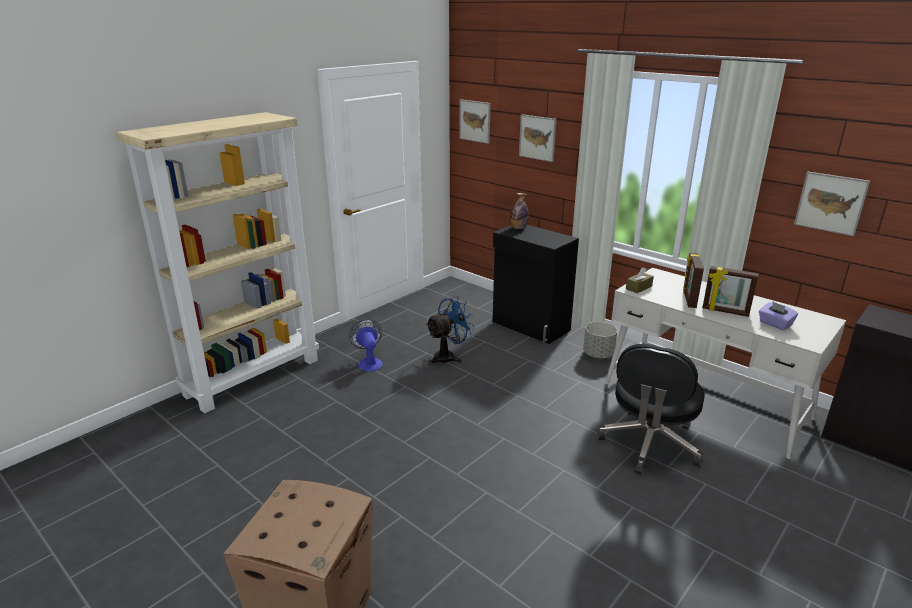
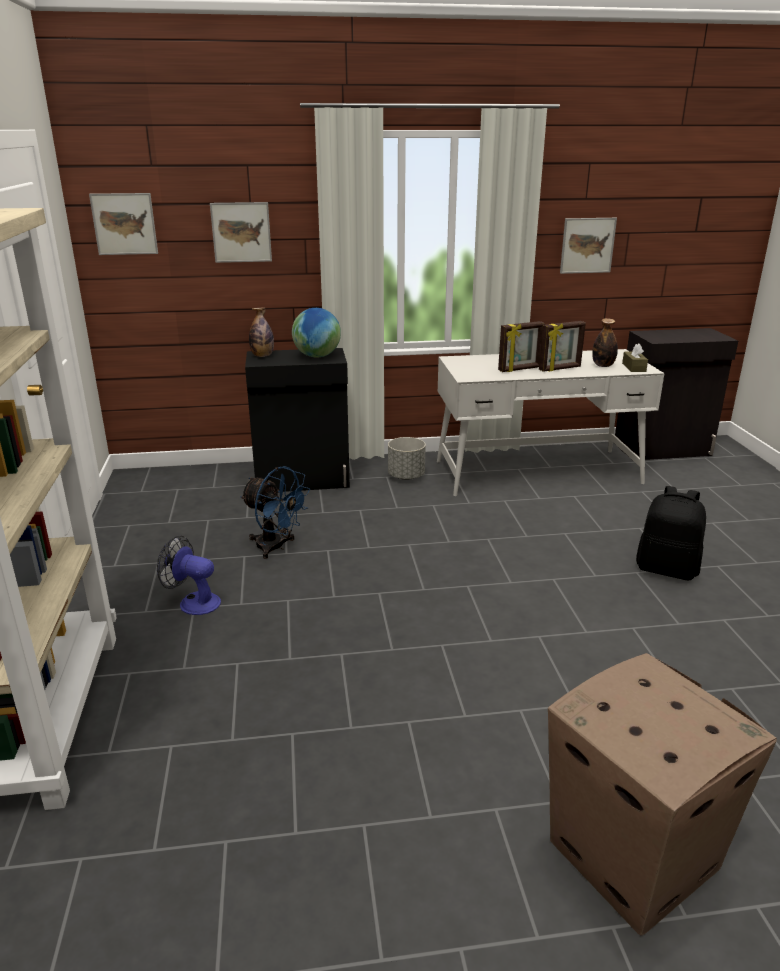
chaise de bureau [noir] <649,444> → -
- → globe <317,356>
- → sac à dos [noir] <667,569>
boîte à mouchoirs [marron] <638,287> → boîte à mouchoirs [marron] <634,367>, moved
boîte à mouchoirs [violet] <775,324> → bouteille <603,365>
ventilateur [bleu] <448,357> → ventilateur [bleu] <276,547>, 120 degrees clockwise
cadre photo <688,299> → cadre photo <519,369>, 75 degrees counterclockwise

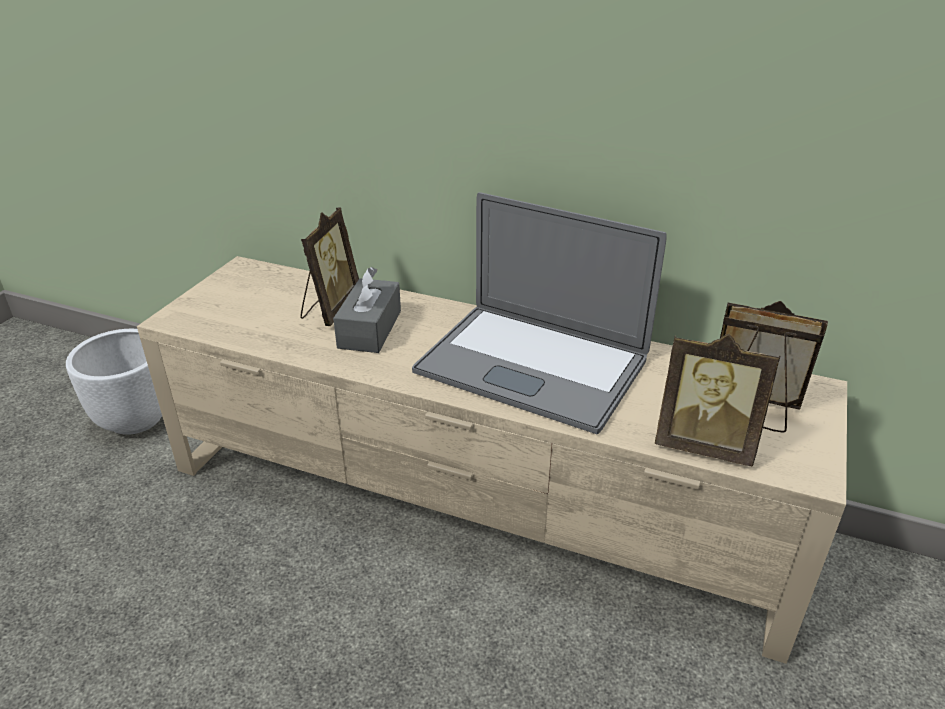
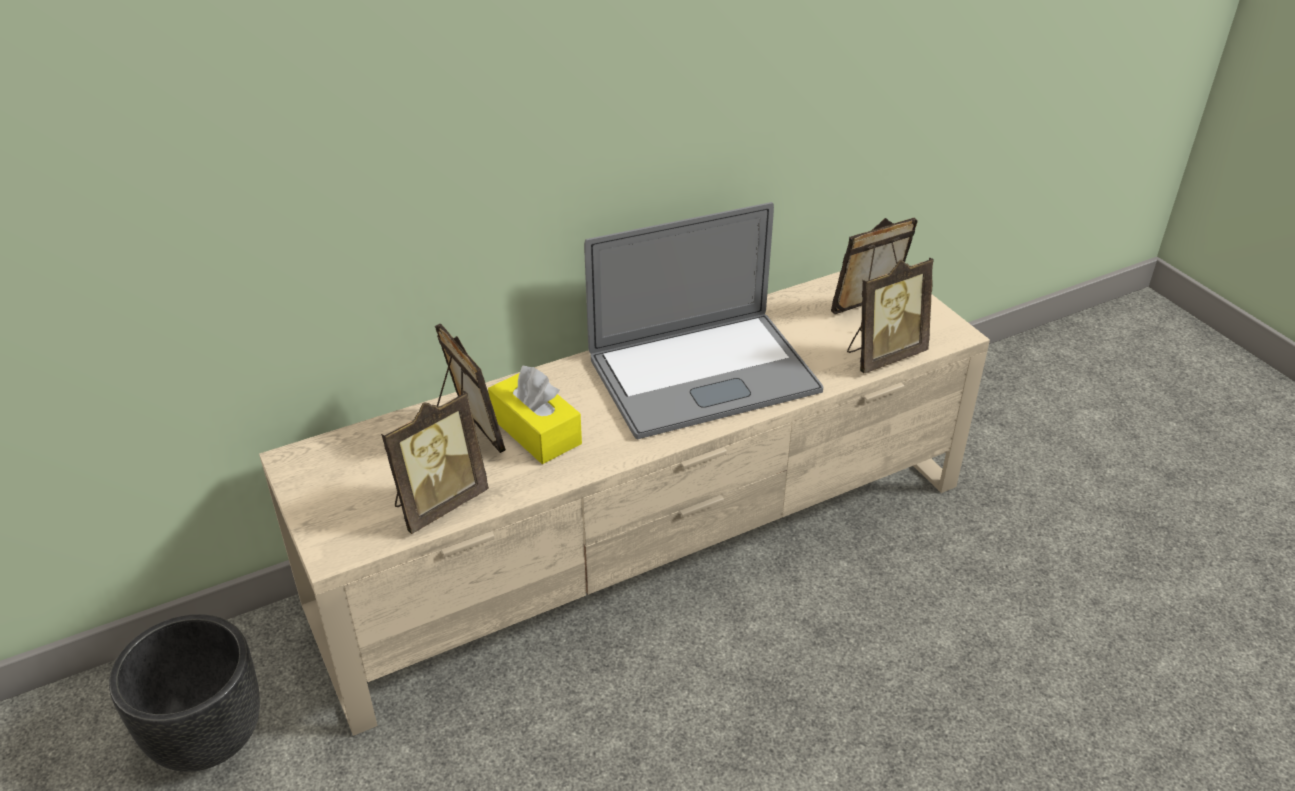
- → cadre photo <438,503>
cache-pot [blanc] <136,418> → cache-pot [noir] <207,736>
boîte à mouchoirs [gris] <370,329> → boîte à mouchoirs [jaune] <536,431>

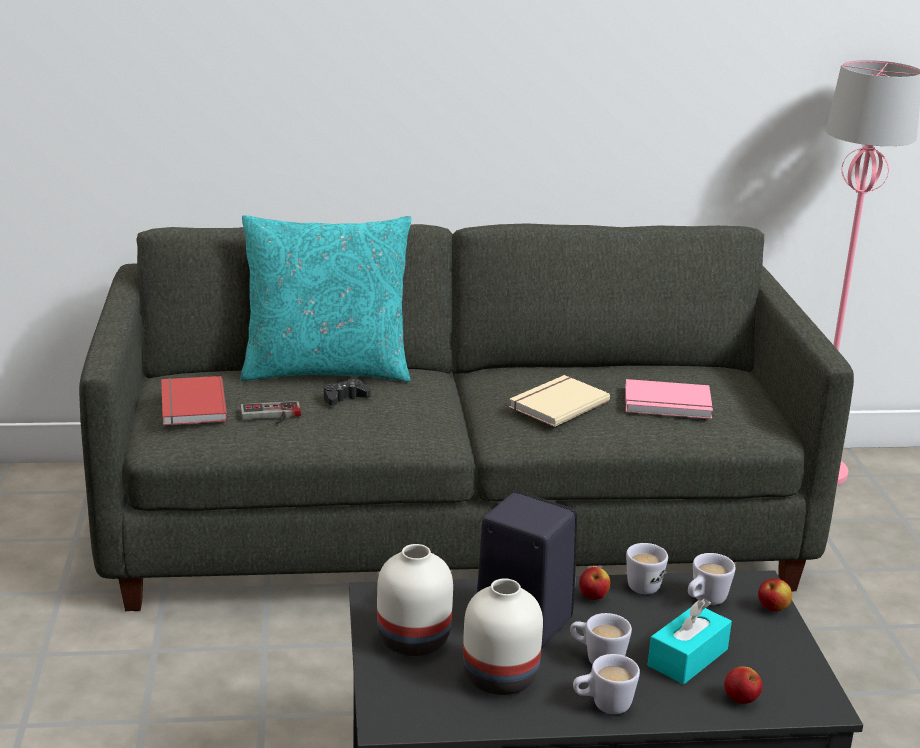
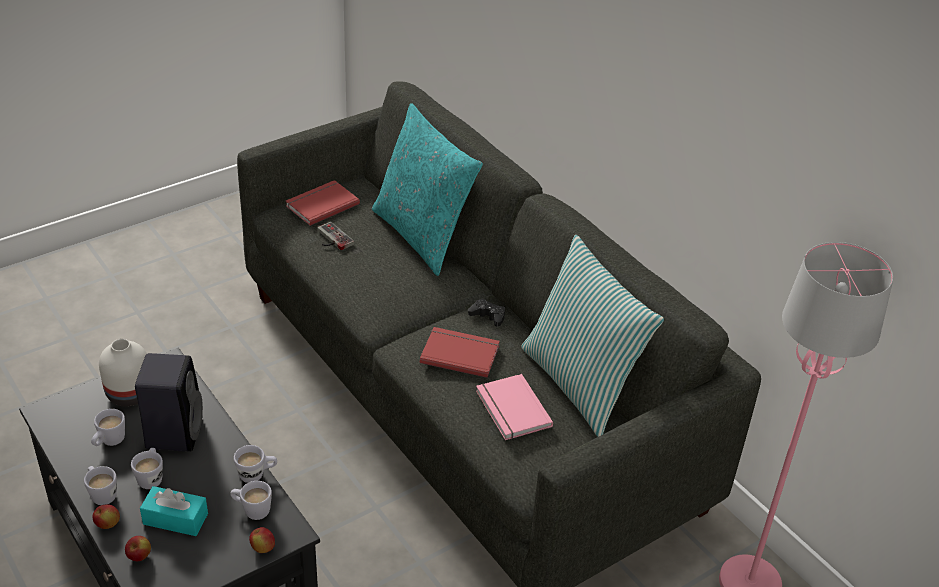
- → coussin <580,384>
manette [noir] <345,398> → manette [noir] <488,316>, moved
pomme <593,597> → pomme <108,524>, moved
vase [blanc] <502,678> → mug [blanc] <109,442>
livre [beige] <556,403> → livre [rouge] <460,353>

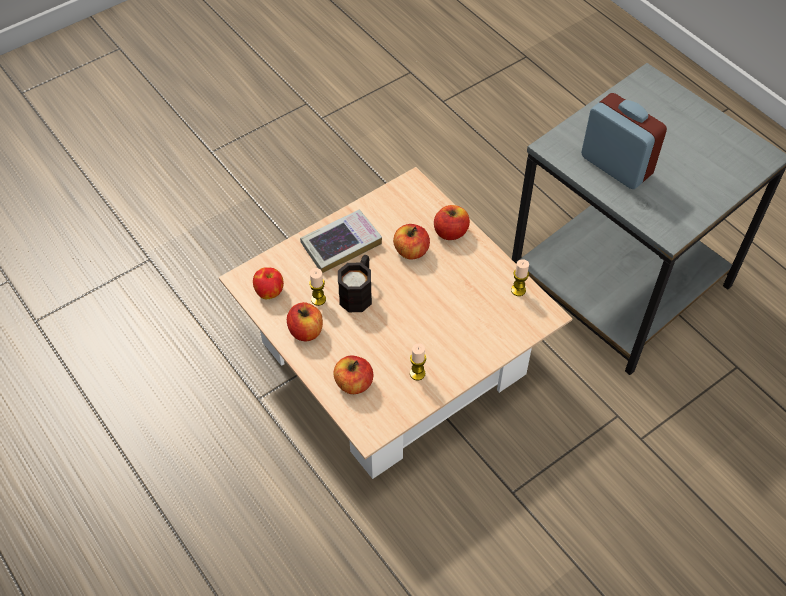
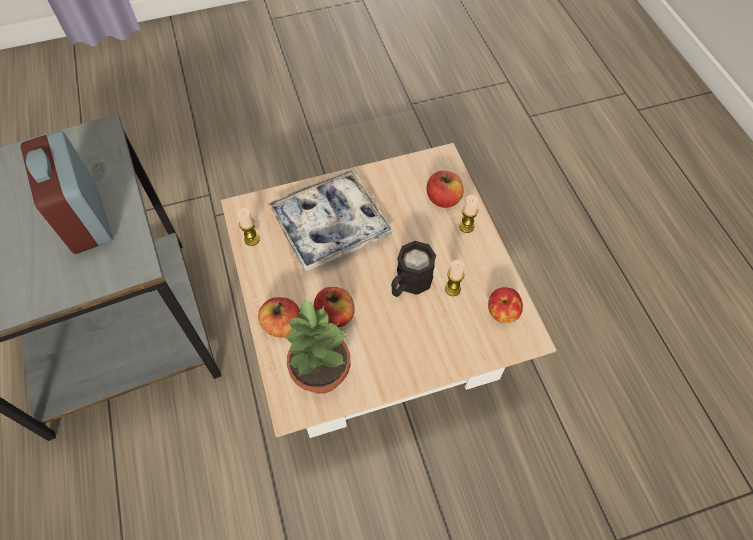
pomme <306,331> → -
livre <341,244> → -
- → plateau <330,226>
- → plante en pot <320,372>
bougie <417,373> → bougie <466,226>, moved

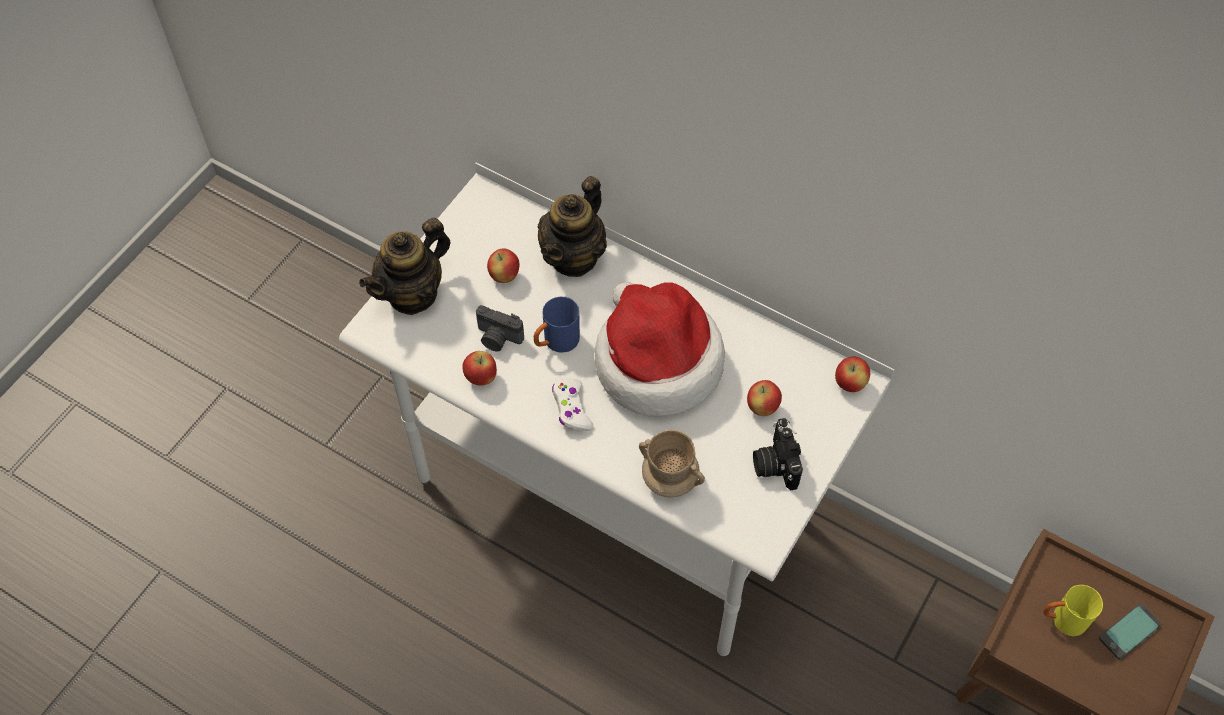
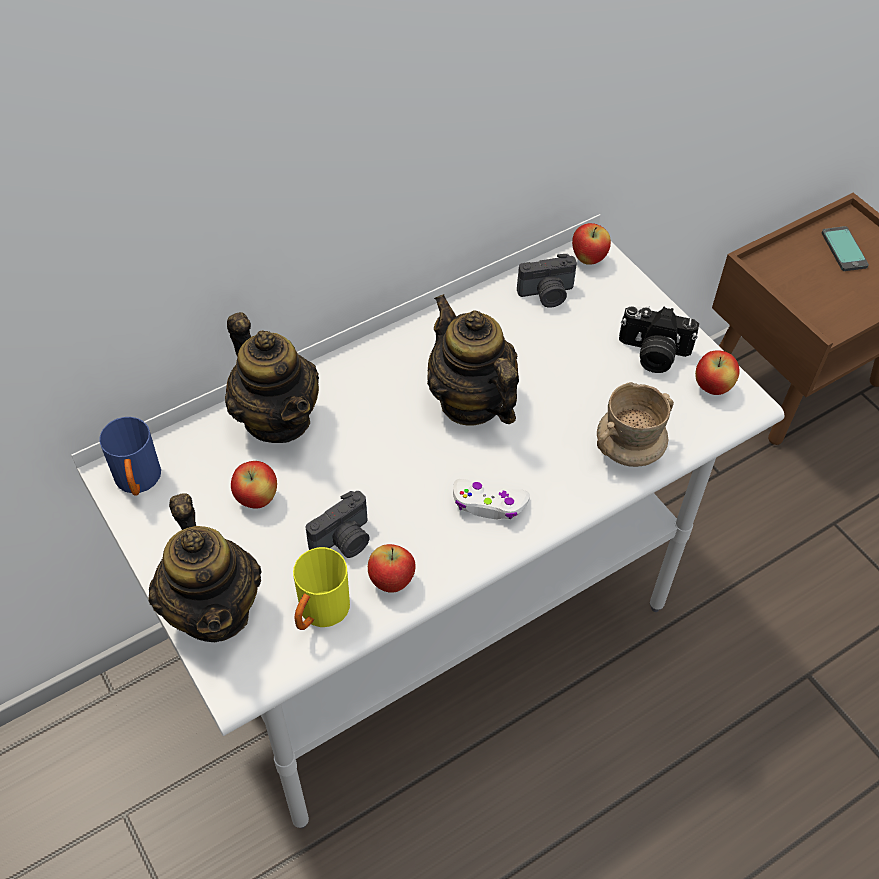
- → appareil photo <547,295>
mug [bleu] <556,342> → mug [bleu] <138,483>, moved
pomme <762,408> → pomme <712,387>, moved
mug [jaune] <1062,620> → mug [jaune] <319,614>, moved
chapeau <655,362> → théière <470,401>

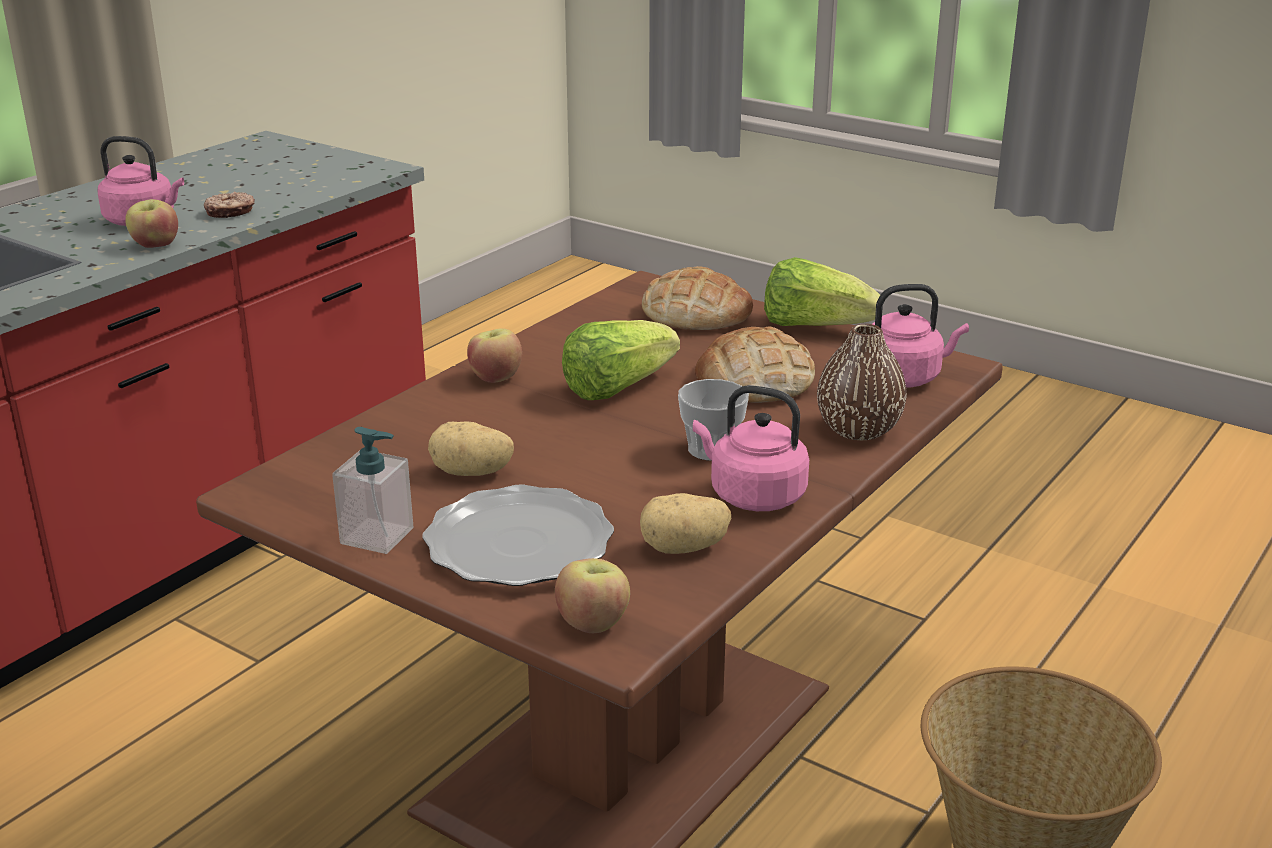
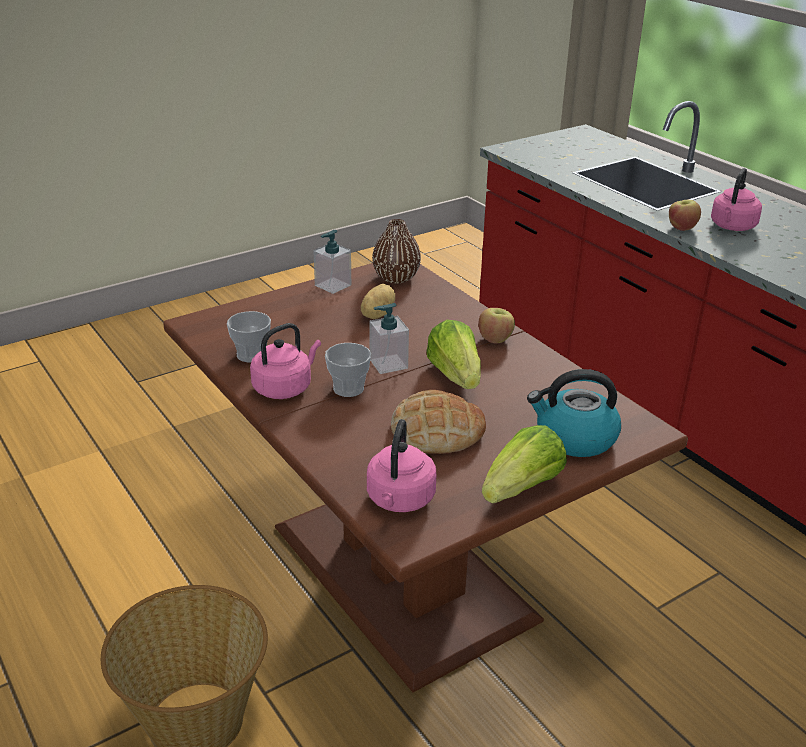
beignet <230,212> → -
assiette <517,544> → -
pomme <593,622> → -
- → distributeur de savon <388,364>
vase [marron] <858,429> → vase [marron] <396,277>, moved
pomme de terre <684,548> → tasse <251,355>
pain <696,313> → bouilloire <574,438>

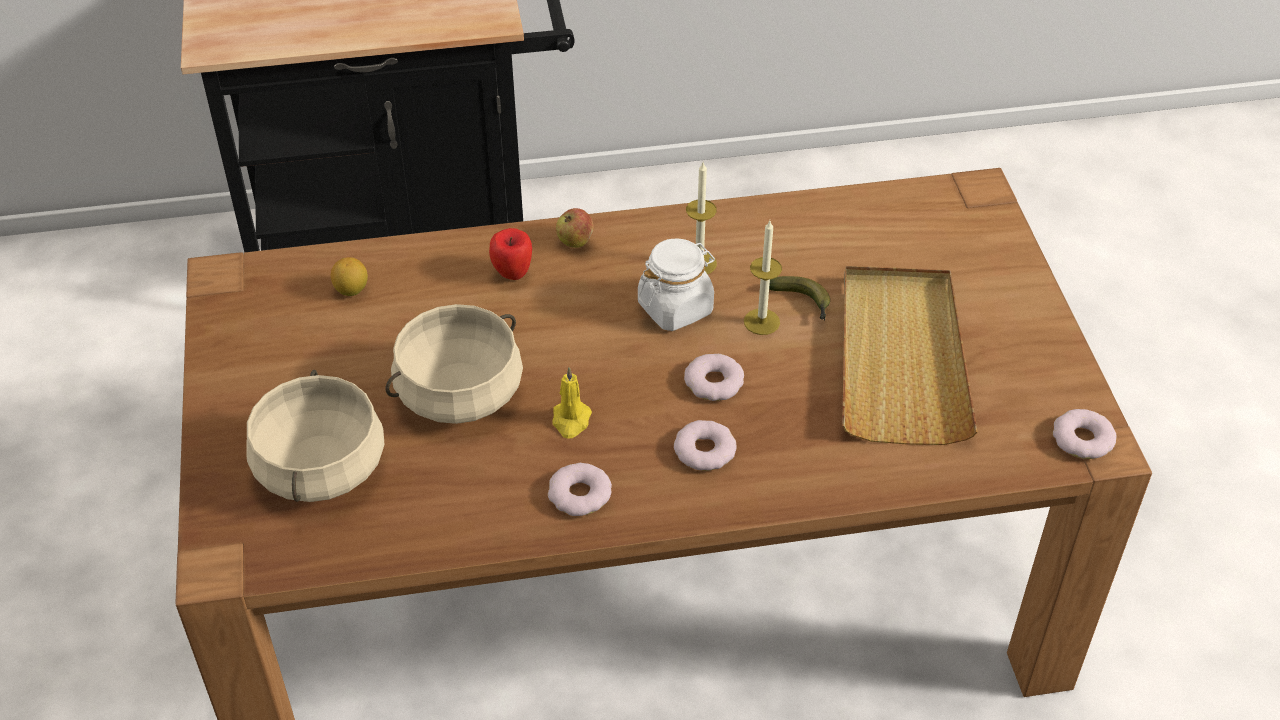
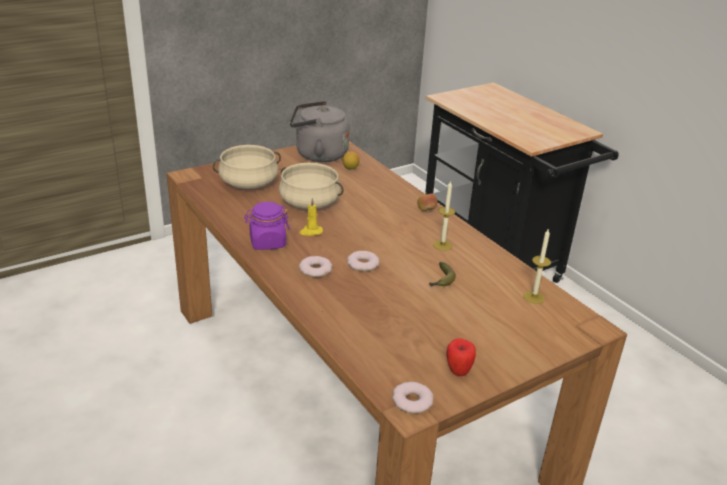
bocal [blanc] <675,308> → -
plateau [beige] <901,358> → -
- → bouilloire [gris] <318,155>
pomme <512,274> → pomme <458,371>, moved
bougie <761,321> → bougie <534,297>, moved
beignet <580,494> → bocal [violet] <267,242>

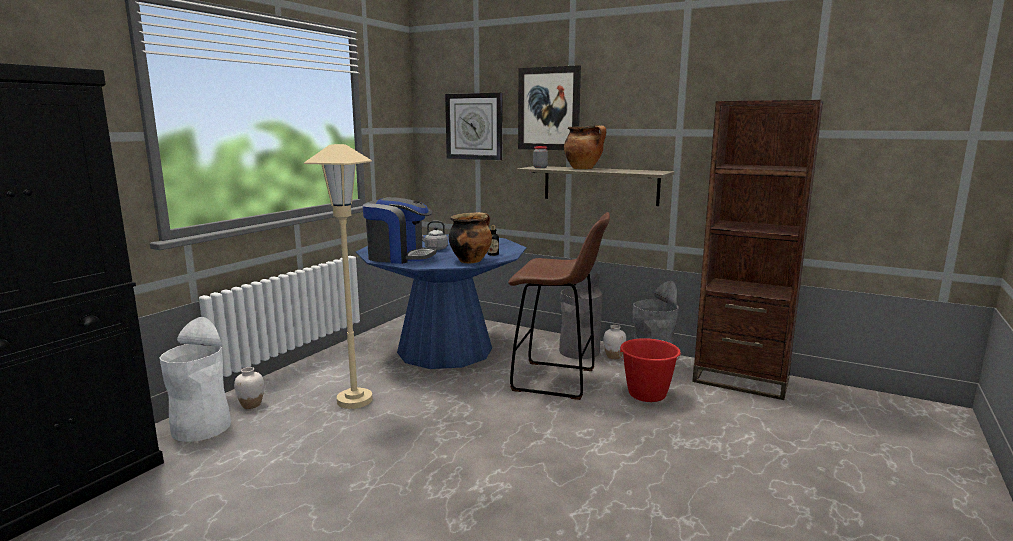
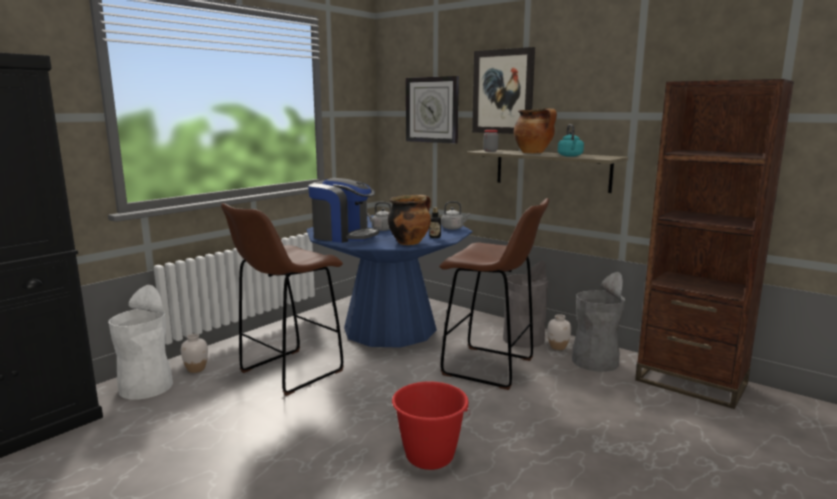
- → bouilloire [gris] <453,228>
- → bouilloire [turquoise] <570,156>
seau [rouge] <647,394> → seau [rouge] <429,456>, moved
lampadaire [beige] <354,400> → tabouret [marron] <289,372>

